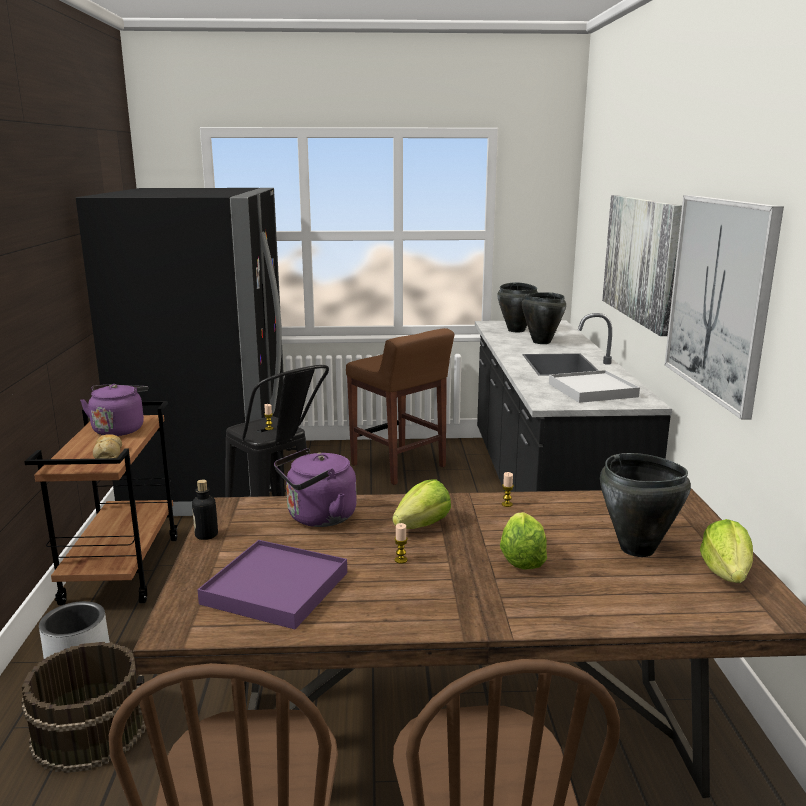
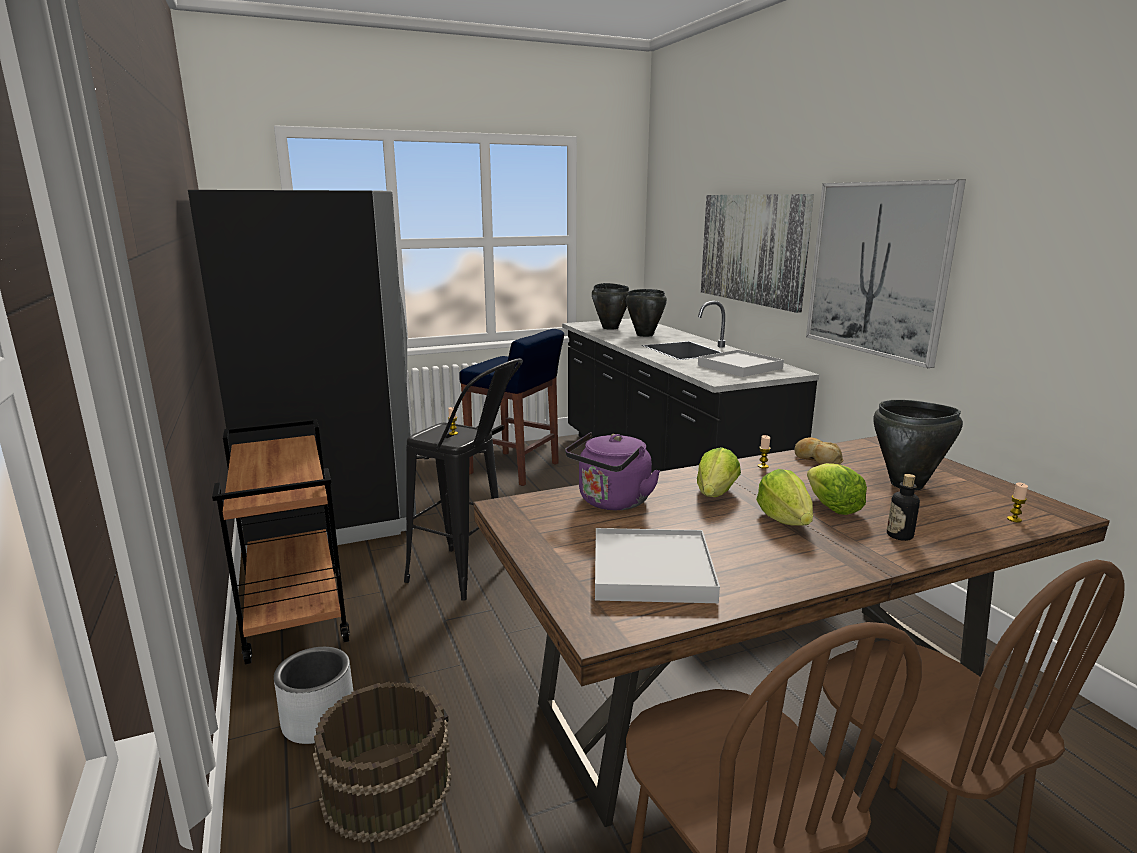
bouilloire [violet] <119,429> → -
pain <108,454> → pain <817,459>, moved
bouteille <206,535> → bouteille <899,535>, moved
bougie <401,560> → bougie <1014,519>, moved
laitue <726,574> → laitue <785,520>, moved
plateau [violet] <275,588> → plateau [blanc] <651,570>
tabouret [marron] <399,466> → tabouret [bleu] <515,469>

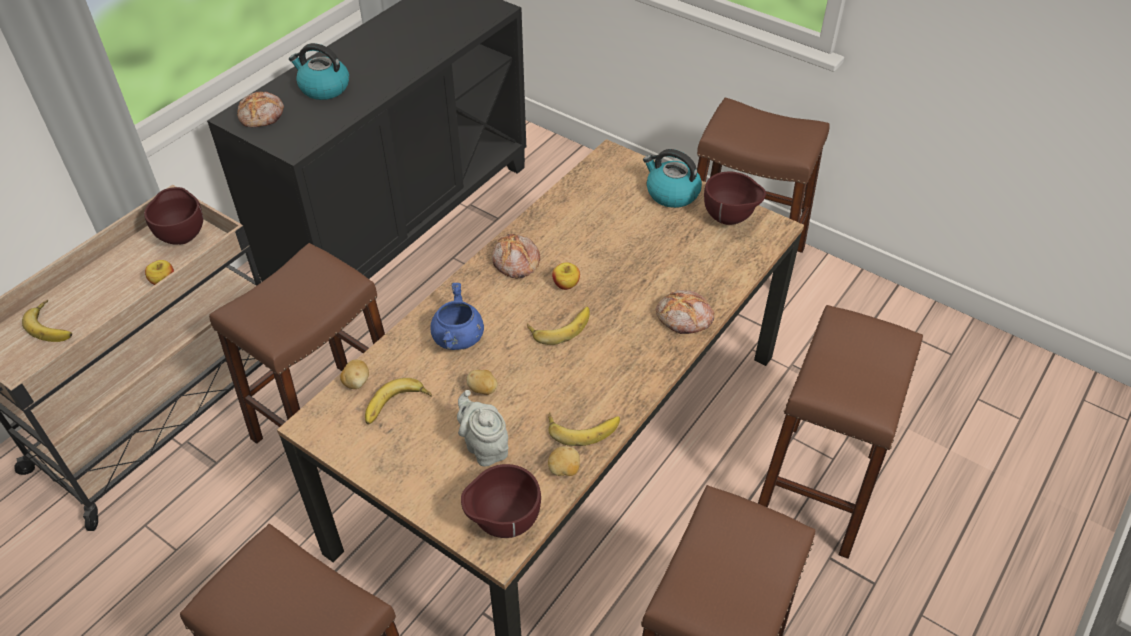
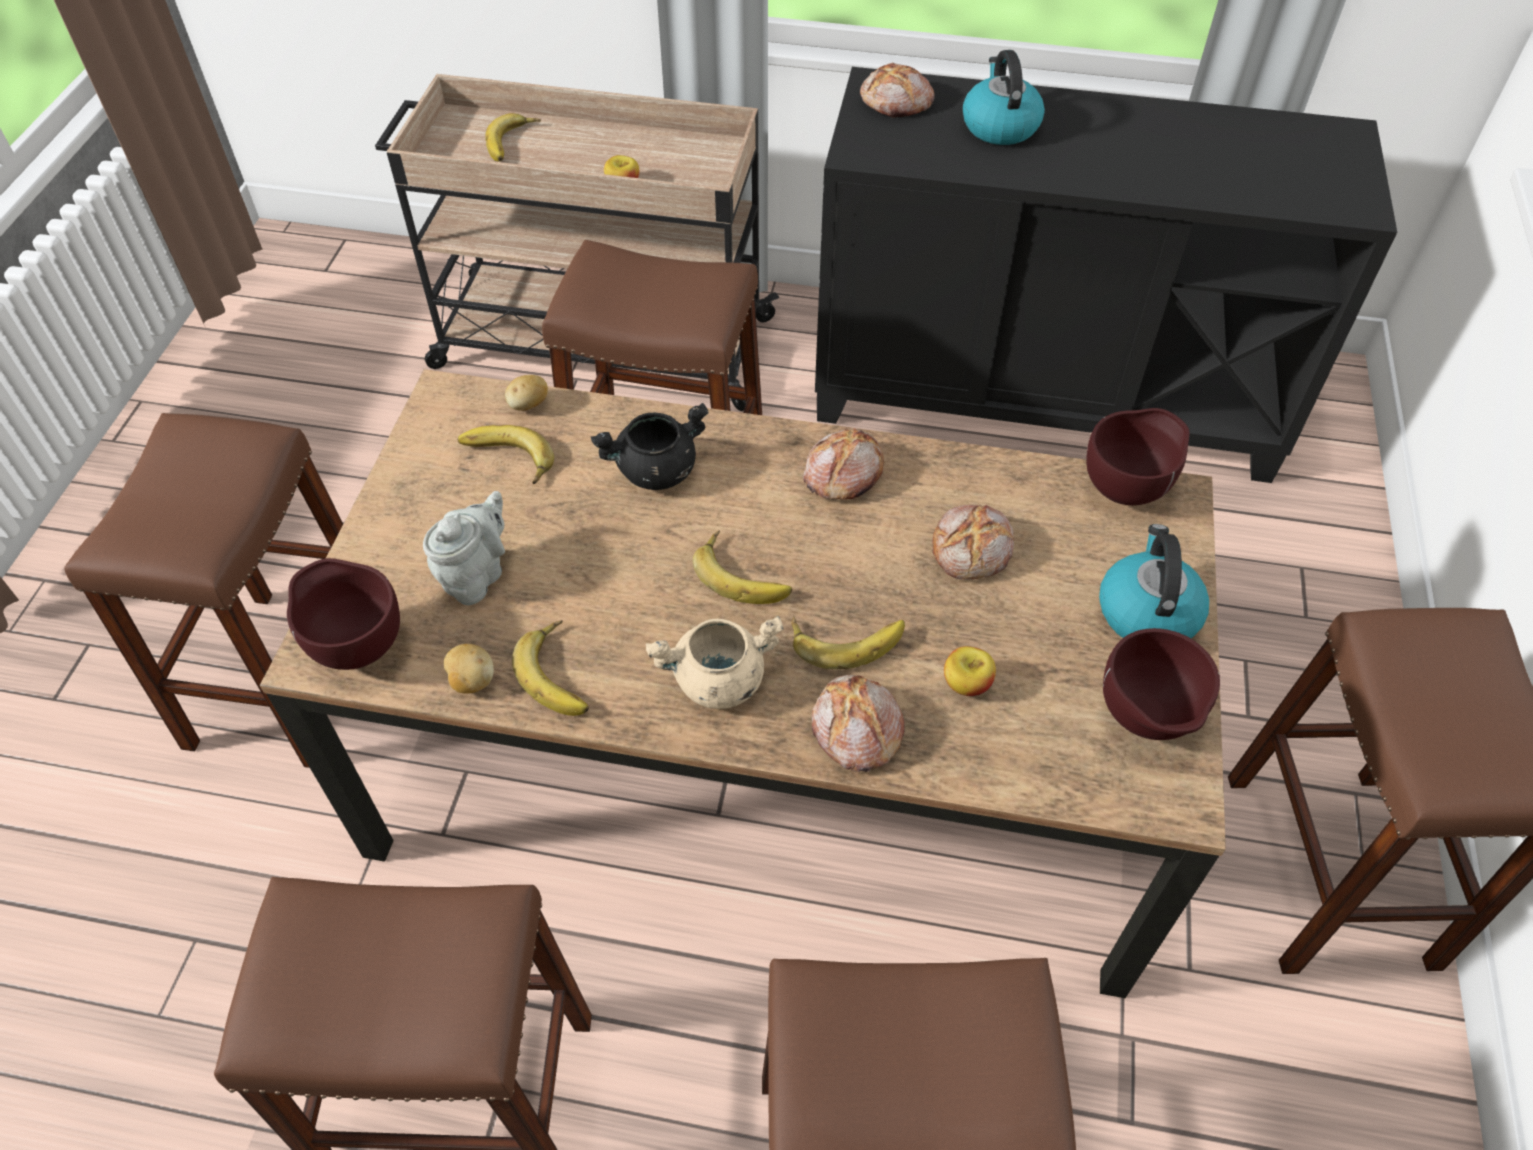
pomme de terre <483,390> → -
- → marmite [beige] <718,681>
- → banane <846,637>
- → pain <973,550>
bol [marron] <183,236> → bol [marron] <1126,488>, moved
pomme <566,284> → pomme <966,684>, moved
marmite [bleu] <458,338> → marmite [noir] <656,471>

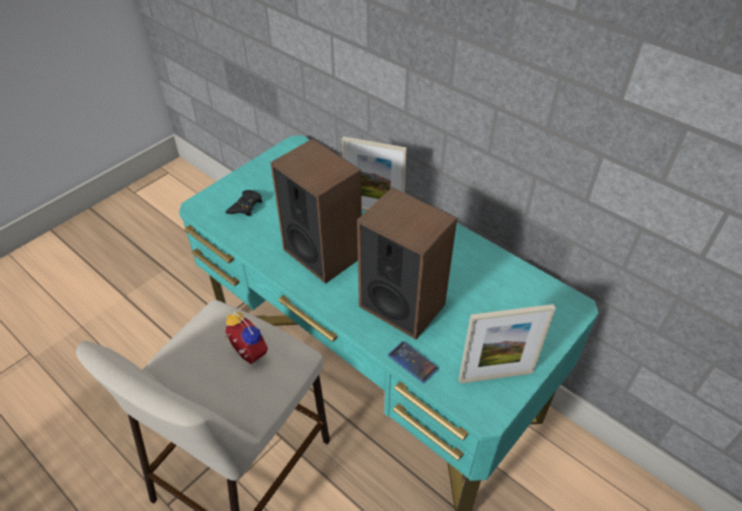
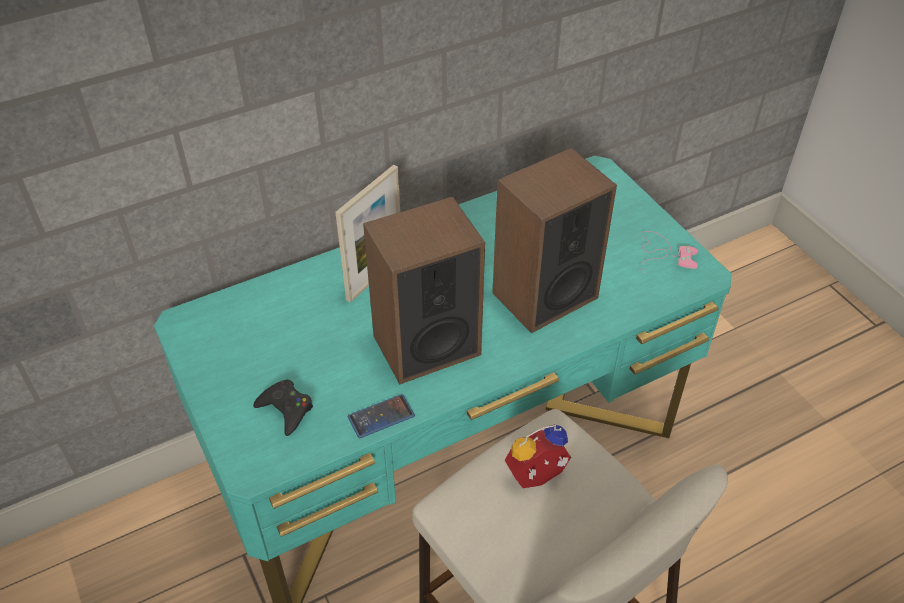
téléphone <413,362> → téléphone <381,416>, moved
cadre photo <495,376> → manette [rose] <664,253>

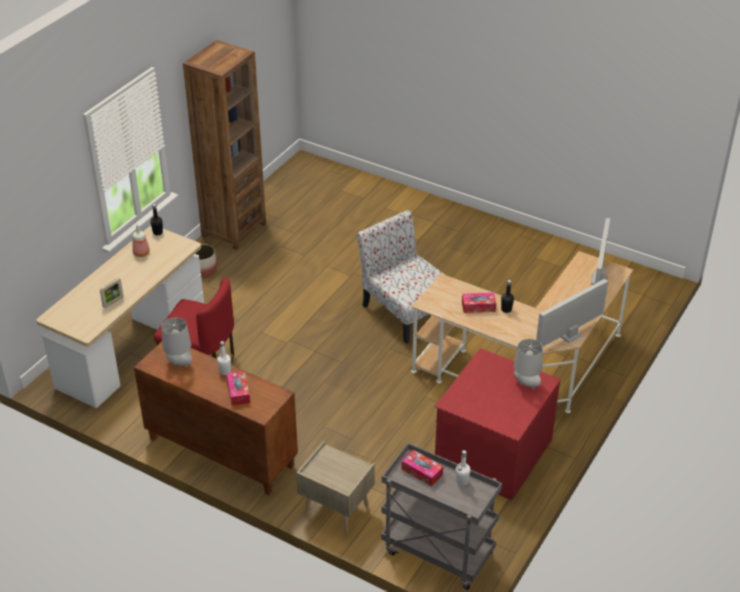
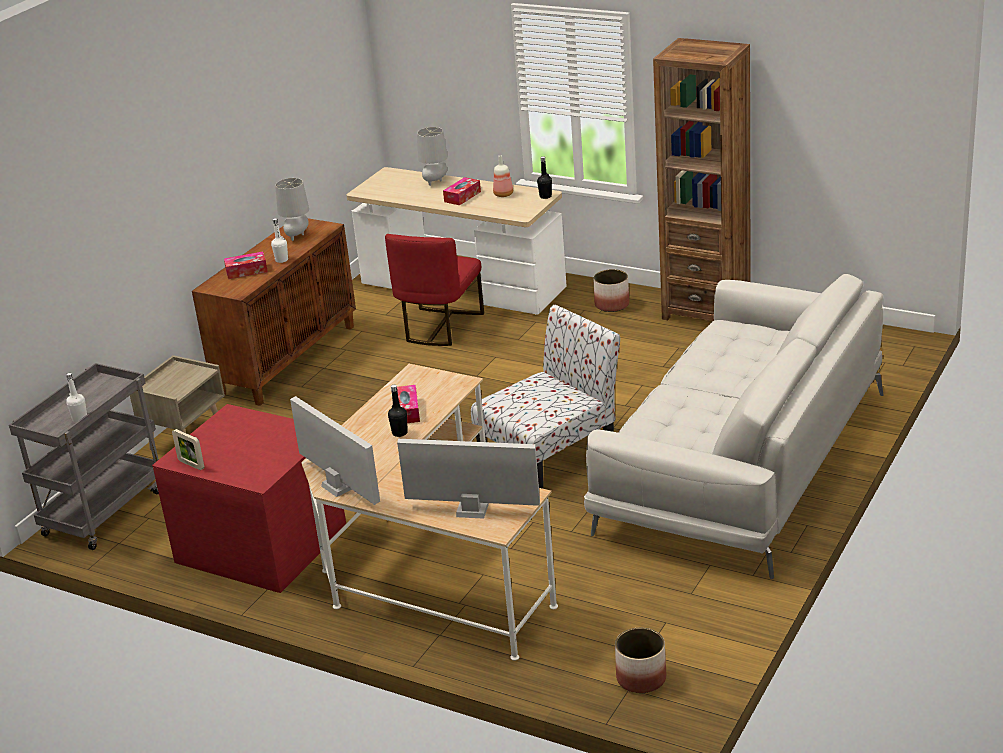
- → canapé [blanc] <742,463>
- → cache-pot <641,679>
cadre photo <113,302> → cadre photo <191,464>, moved
boîte à mouchoirs <422,472> → boîte à mouchoirs <462,196>, moved
lampe de table [gris] <525,385> → lampe de table [gris] <435,182>, moved

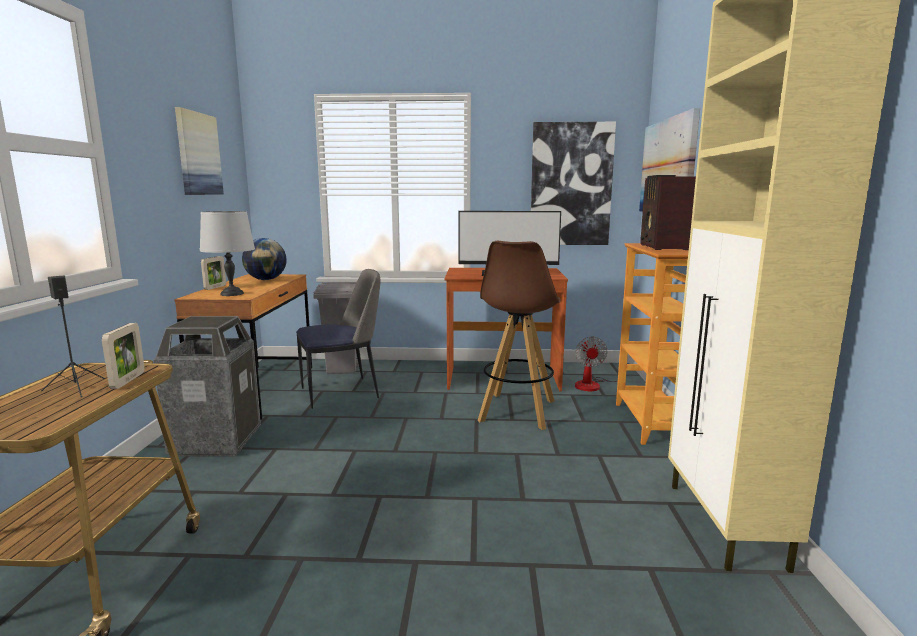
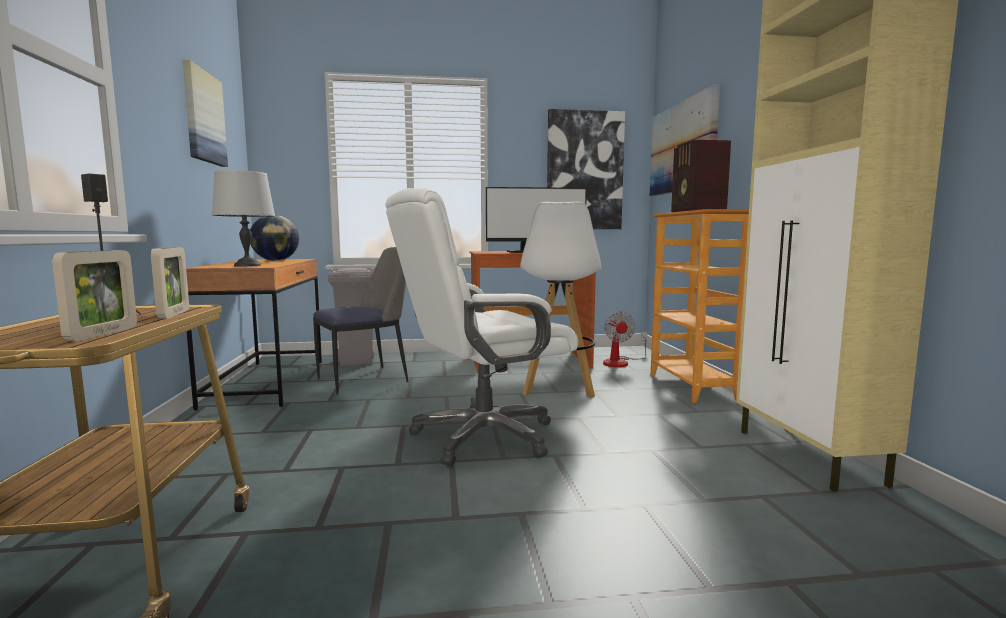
poubelle <216,441> → -
- → chaise de bureau [blanc] <483,437>
cadre photo <215,287> → cadre photo <102,334>, moved
tabouret [marron] <517,411> → tabouret [blanc] <558,385>

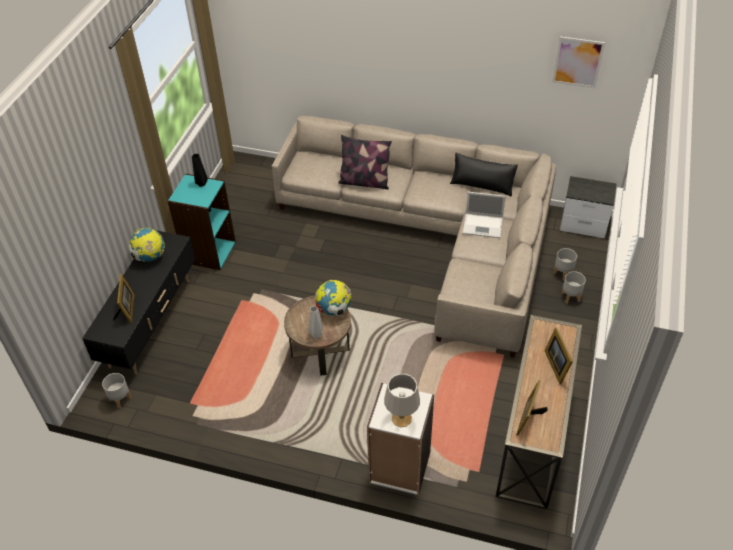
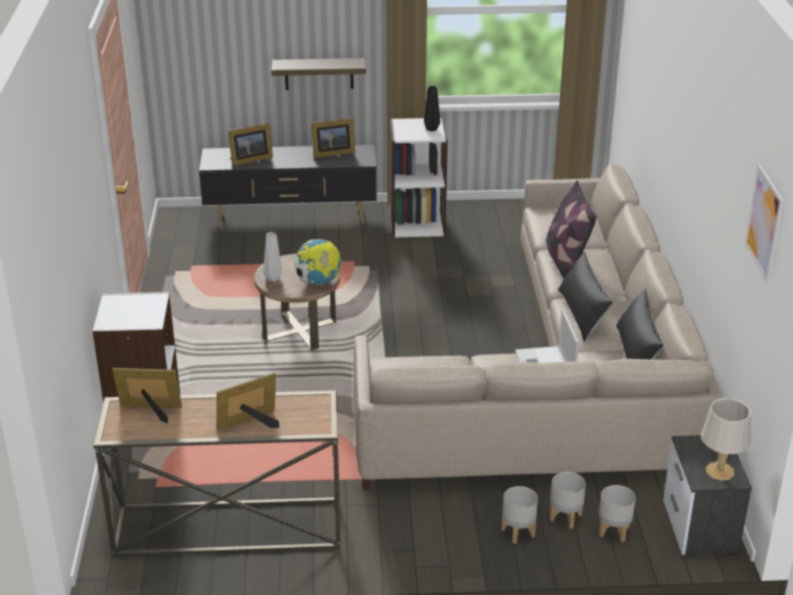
- → étagère <319,74>
- → coussin [noir] <582,313>
cache-pot [gris] <120,399> → cache-pot [gris] <613,531>, moved
lampe de table [gris] <402,418> → lampe de table [gris] <719,472>, moved
globe <150,257> → cadre photo <331,153>
bibliothèque [turquoise] <209,252> → bibliothèque [blanc] <417,224>

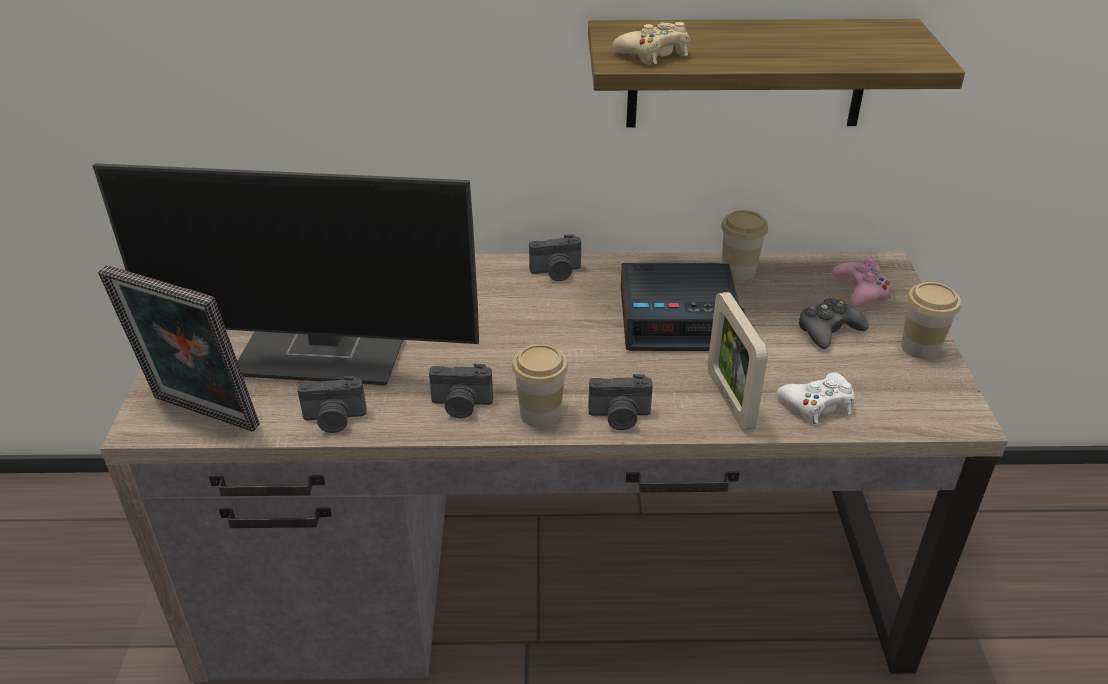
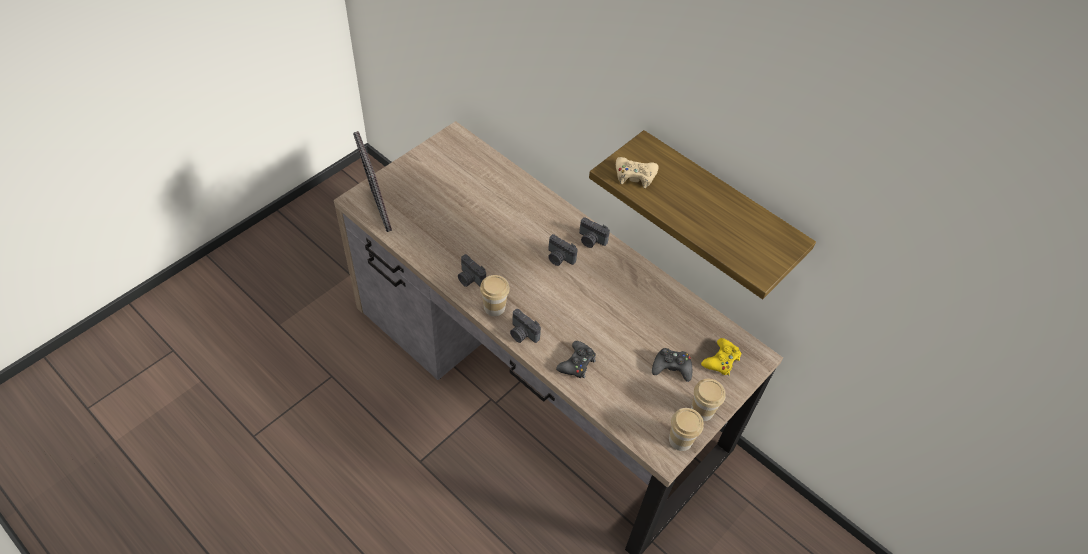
écran d'ordinateur <327,352> → -
réveil <678,319> → -
manette [blanc] <817,404> → -
appareil photo <334,420> → appareil photo <559,258>, moved
tasse <738,271> → tasse <680,440>, moved
cadre photo <730,400> → manette [noir] <577,363>
manette [rose] <861,291> → manette [jaune] <721,360>

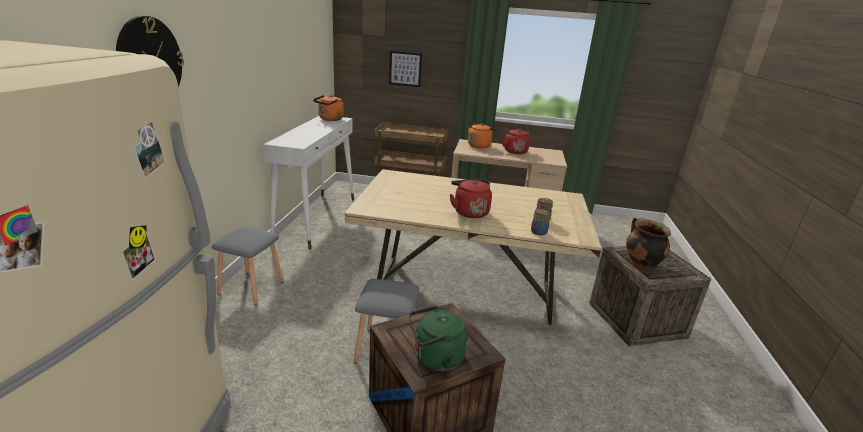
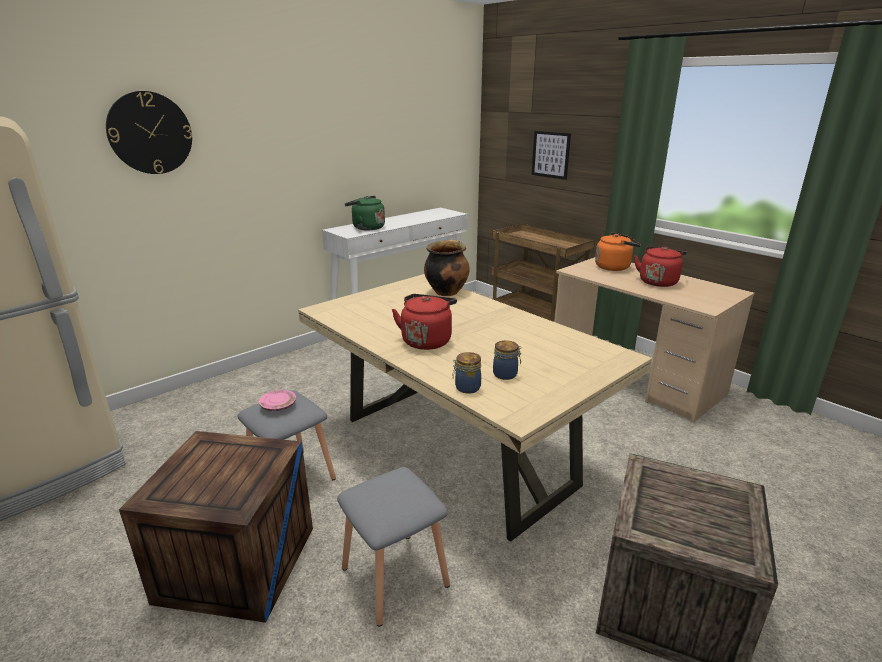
bouilloire [orange] <330,119> → -
- → assiette [rose] <278,406>
tabouret [gris] <250,288> → tabouret [gris] <393,576>, moved
bouilloire [vert] <435,358> → bouilloire [vert] <366,228>, moved
marmite <640,263> → marmite <446,292>, moved

